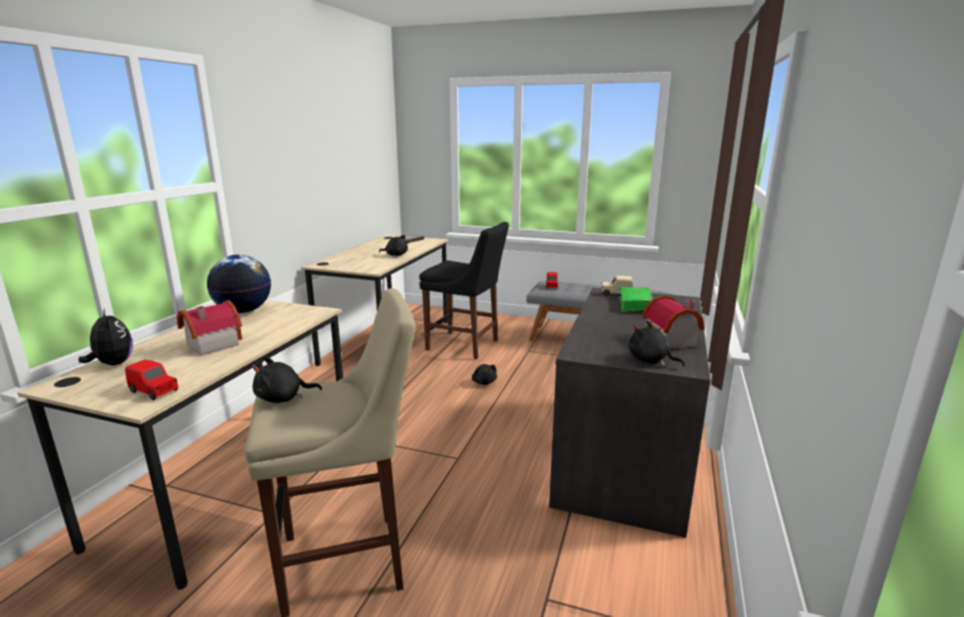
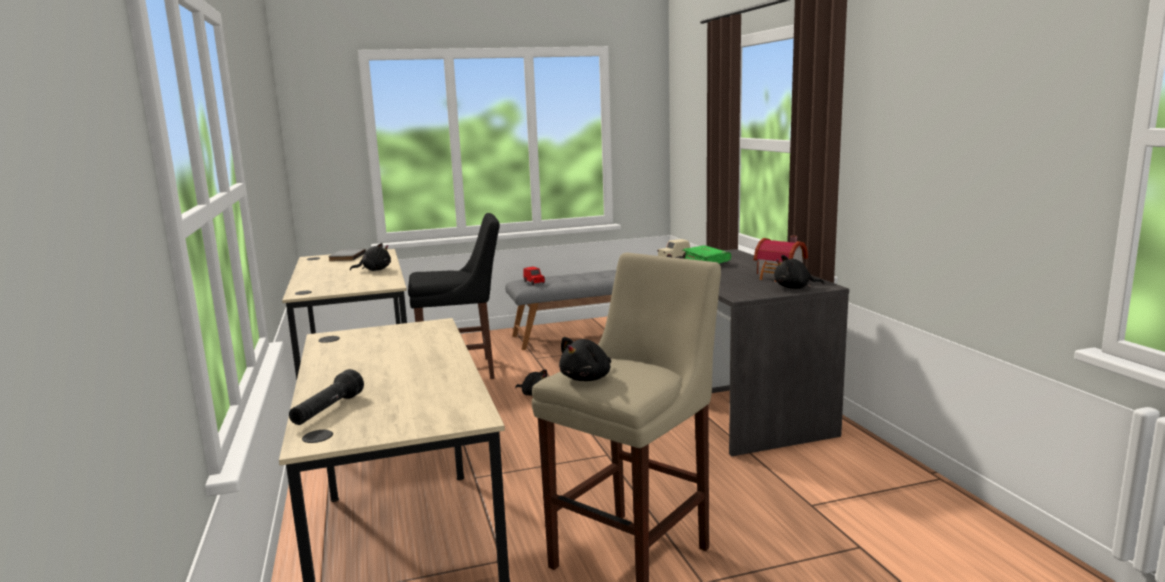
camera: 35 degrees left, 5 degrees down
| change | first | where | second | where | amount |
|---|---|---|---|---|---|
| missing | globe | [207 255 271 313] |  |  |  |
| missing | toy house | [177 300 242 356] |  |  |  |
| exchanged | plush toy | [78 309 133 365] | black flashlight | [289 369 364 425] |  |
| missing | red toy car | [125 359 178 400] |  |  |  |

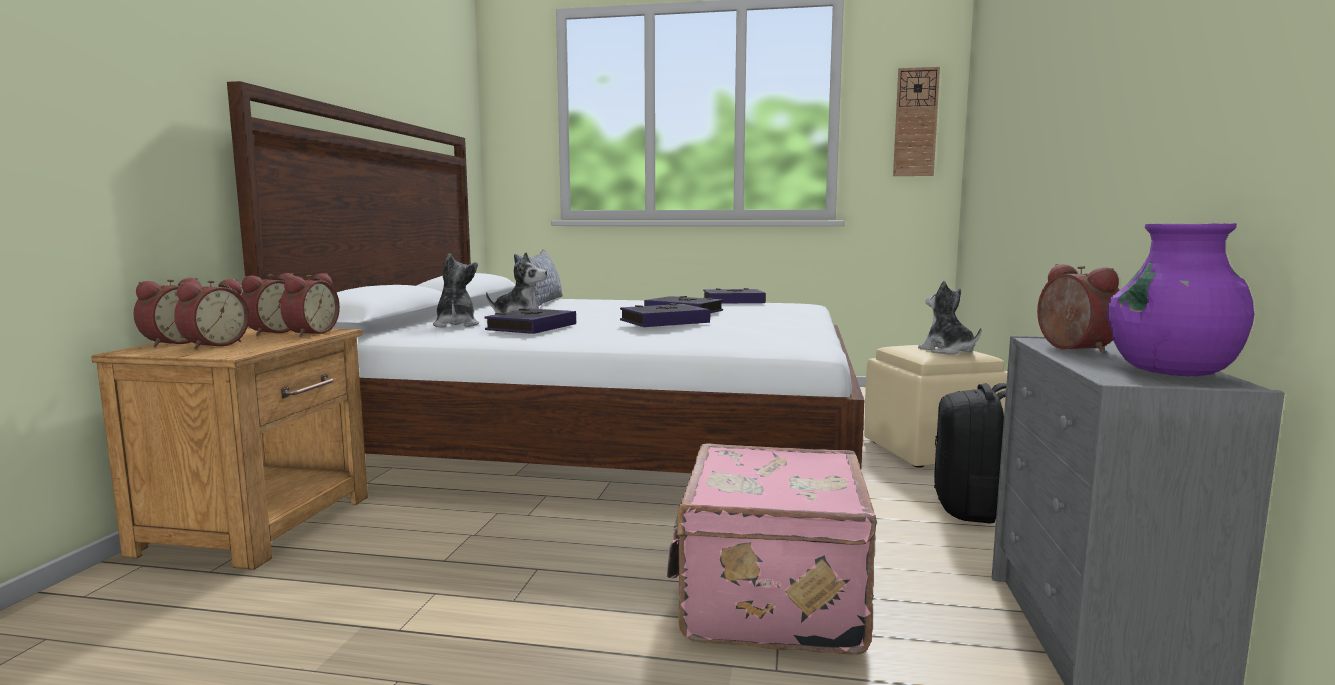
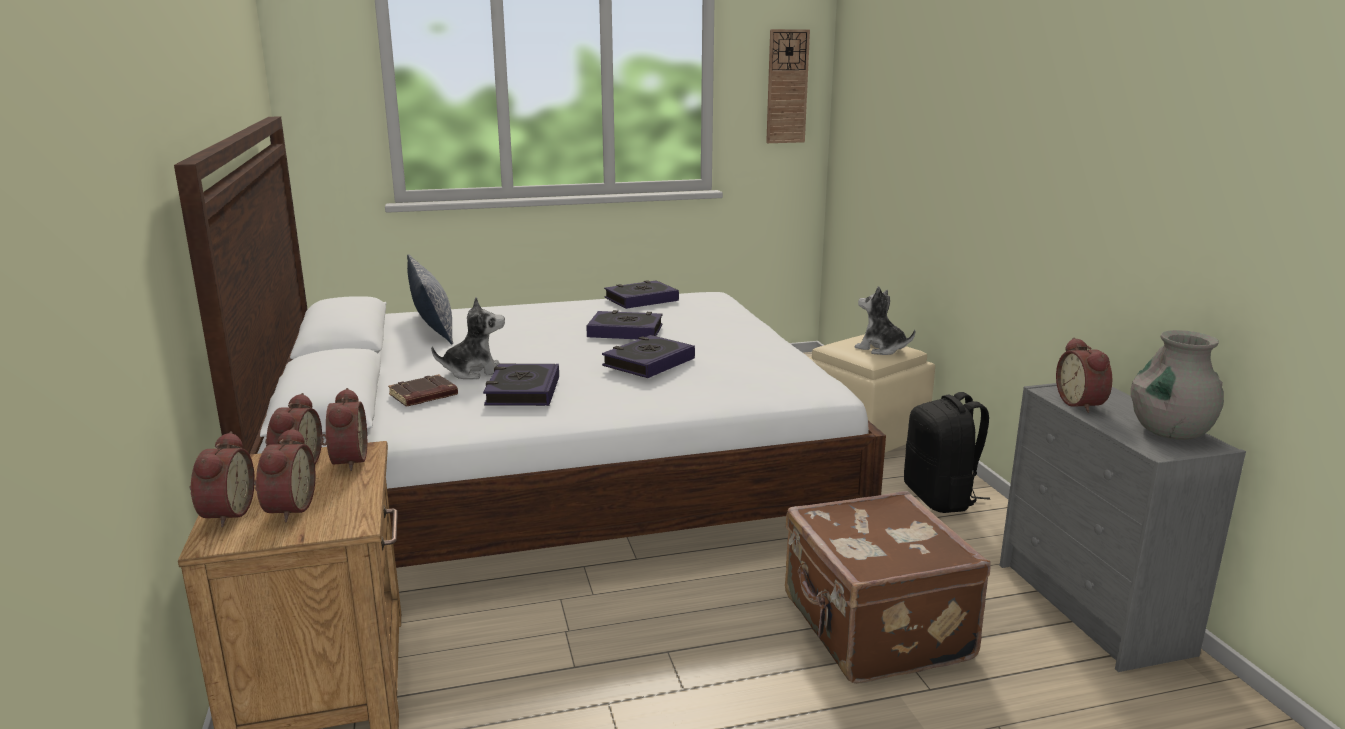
camera: 25 degrees left, 10 degrees up
| change | first | where | second | where | amount |
|---|---|---|---|---|---|
| colour | purple vase | [1106 223 1255 376] | grey vase | [1131 330 1224 440] |  |
| exchanged | plush toy | [433 253 479 328] | brown book | [388 374 458 406] |  |
| spun | alarm clock | [1037 264 1120 353] |  | [1056 338 1112 413] | 150 degrees counterclockwise |
| colour | pink suitcase | [667 444 877 655] | brown suitcase | [785 491 991 684] |  |

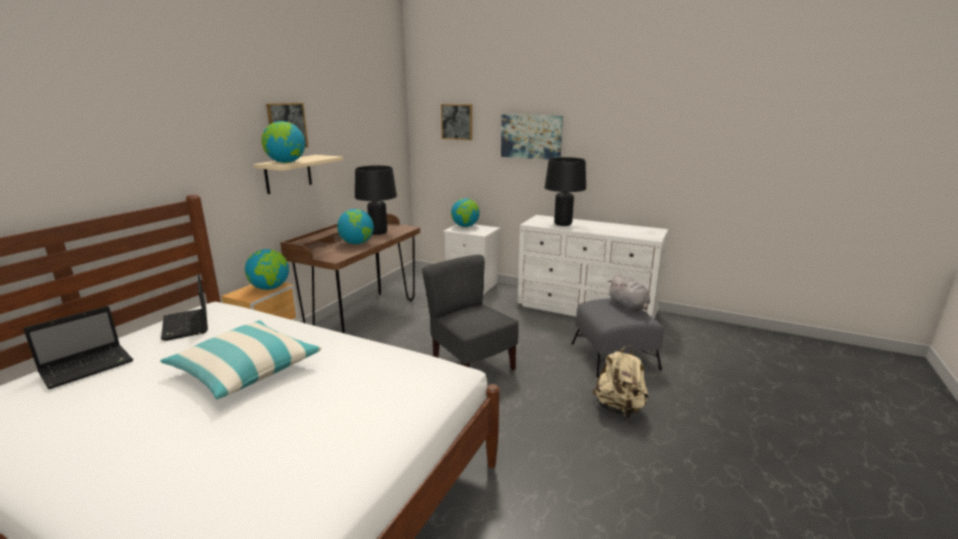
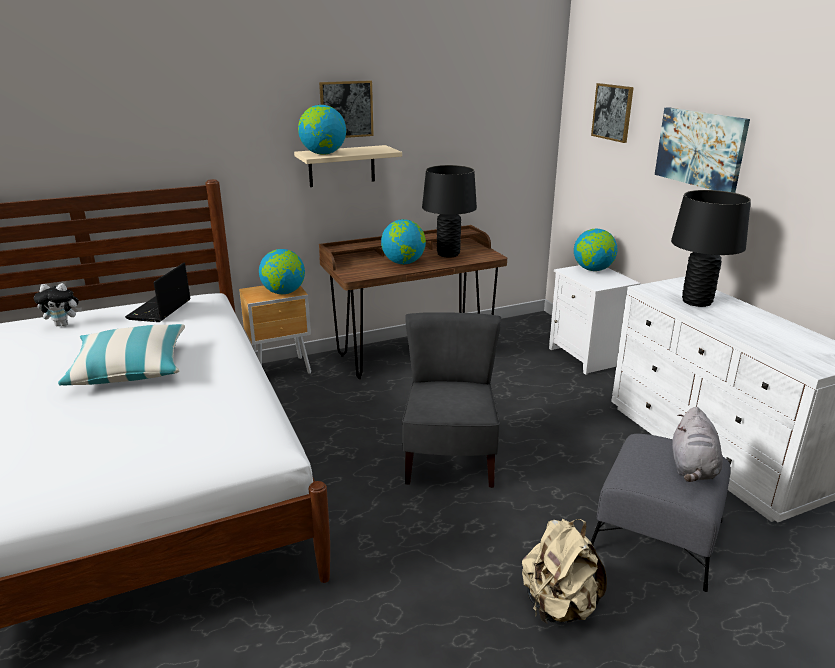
camera: 40 degrees right, 5 degrees up
| change | first | where | second | where | amount |
|---|---|---|---|---|---|
| exchanged | laptop | [23 306 134 389] | plush toy | [34 283 82 326] |  |

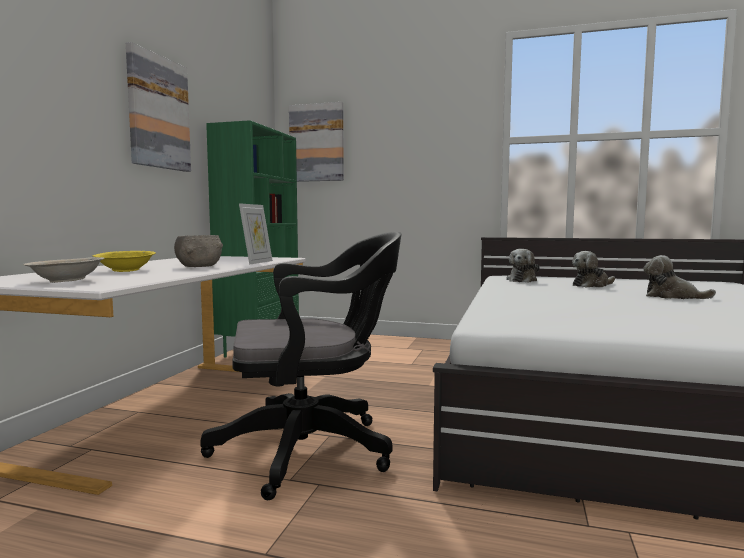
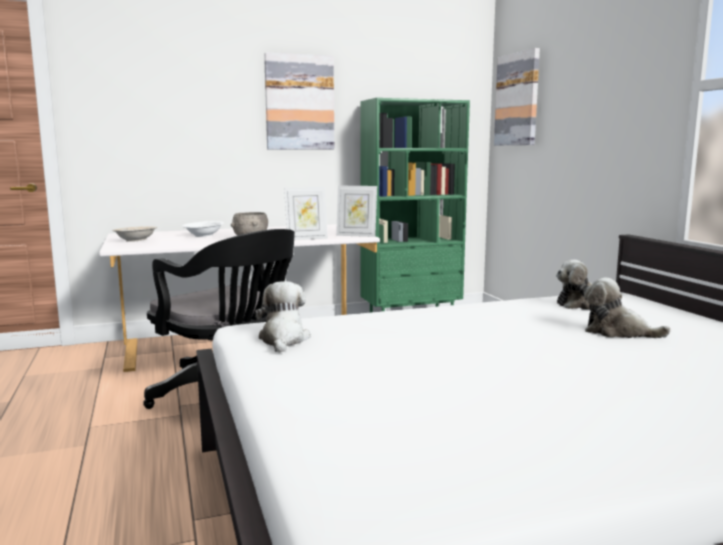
camera: 55 degrees right, 5 degrees up
| change | first | where | second | where | amount |
|---|---|---|---|---|---|
| colour | yellow bowl | [93 251 156 272] | white bowl | [182 221 224 237] |  |
| relocated | plush toy | [643 255 716 299] |  | [255 281 311 353] |  |
| appeared |  |  | picture frame | [336 186 377 237] |  |

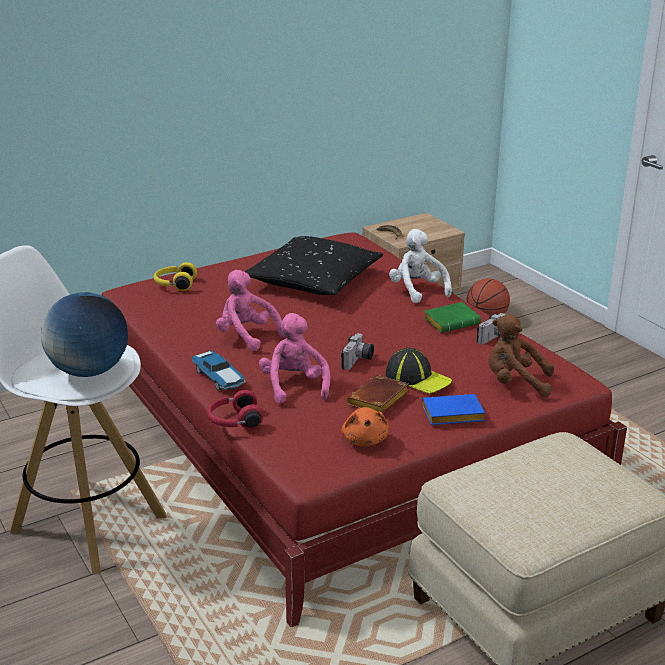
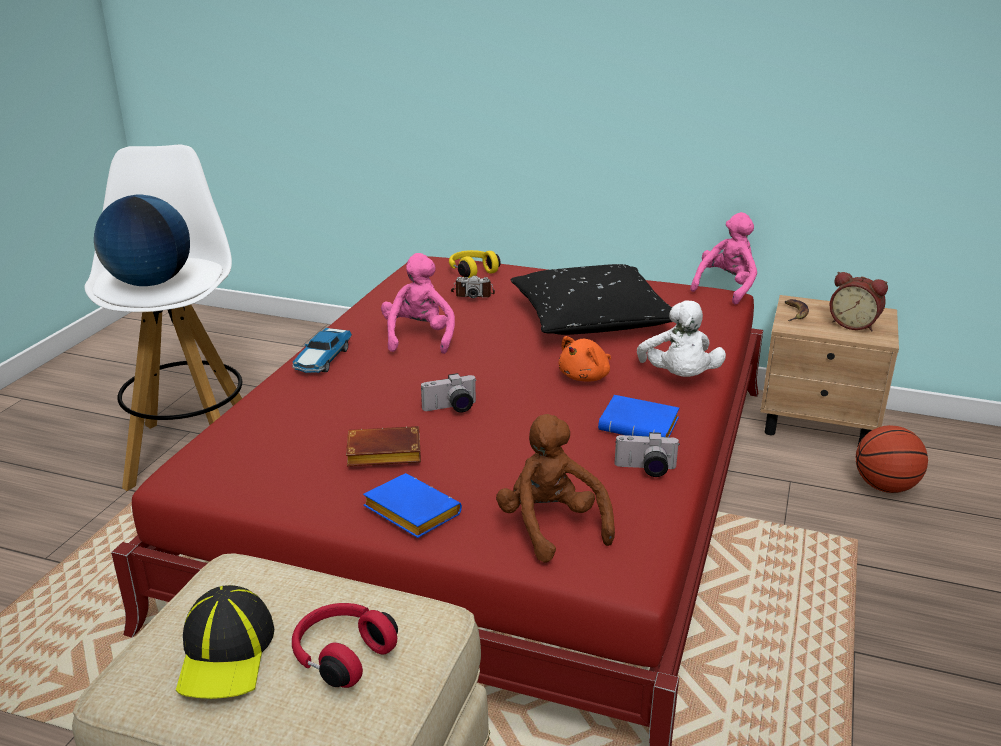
camera: 50 degrees right, 0 degrees up
| change | first | where | second | where | amount |
|---|---|---|---|---|---|
| spun | white plush toy | [389 229 452 303] |  | [637 300 726 377] | 150 degrees clockwise |
| colour | green book | [423 302 481 333] | blue book | [598 395 679 437] |  |
| relocated | pink plush toy | [259 313 330 404] |  | [690 212 757 305] |  |
| relocated | cap | [386 348 452 394] |  | [176 585 274 699] |  |
| relocated | red headphones | [207 390 263 429] |  | [292 603 398 688] |  |
| relocated | orange plush toy | [342 407 389 446] |  | [559 336 611 382] |  |
| appeared |  |  | alarm clock | [830 272 888 331] |  |
| appeared |  |  | photo camera | [451 275 495 298] |  |

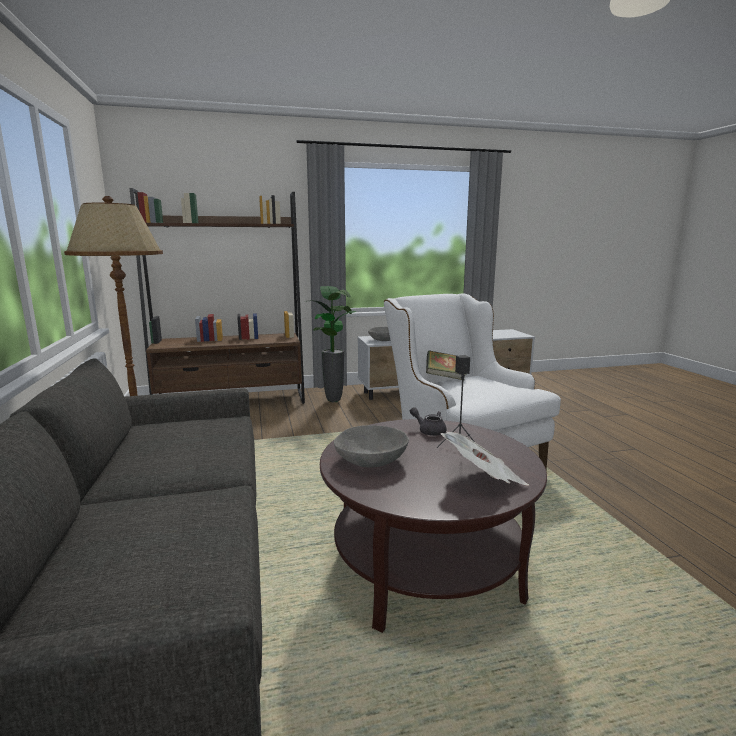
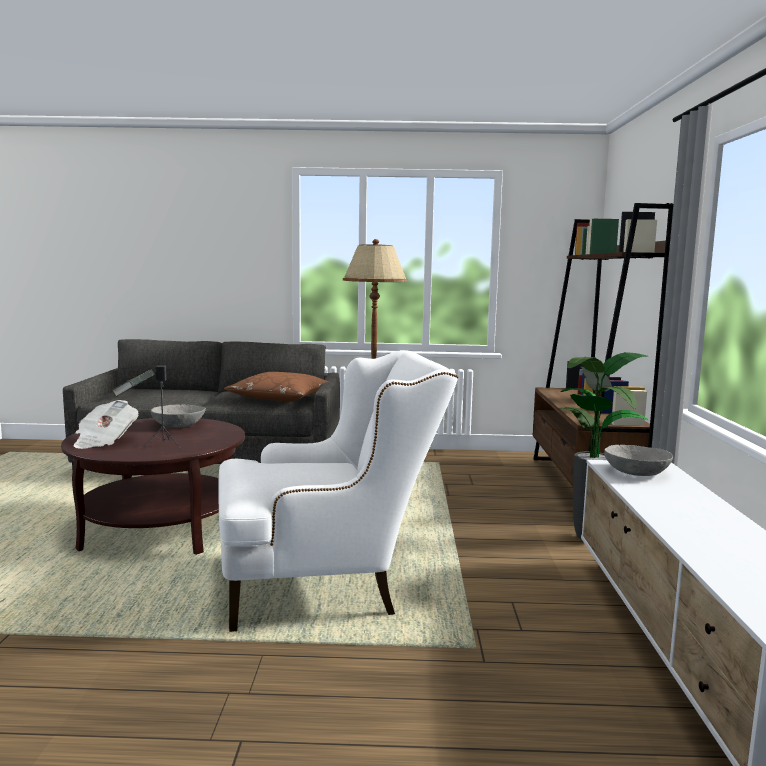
camera: 105 degrees right, 5 degrees down
| change | first | where | second | where | amount |
|---|---|---|---|---|---|
| relocated | book | [426 350 467 380] |  | [111 370 155 397] |  |
| missing | grey teapot | [410 407 446 436] |  |  |  |
| appeared |  |  | brown pillow | [224 372 329 401] |  |

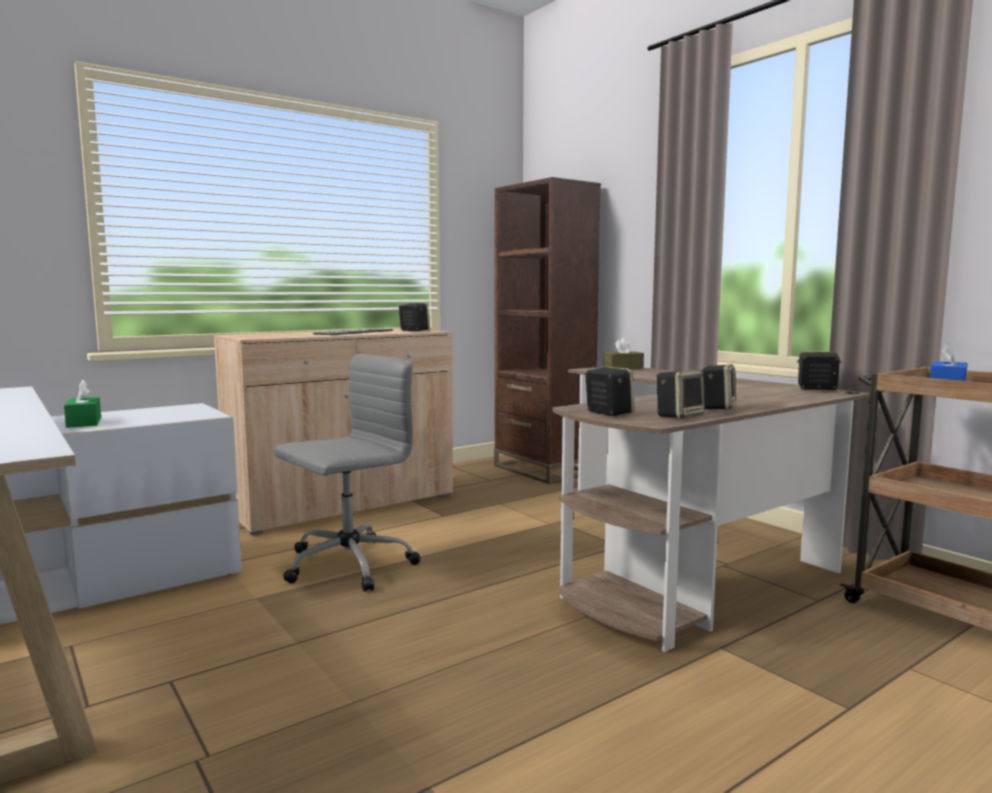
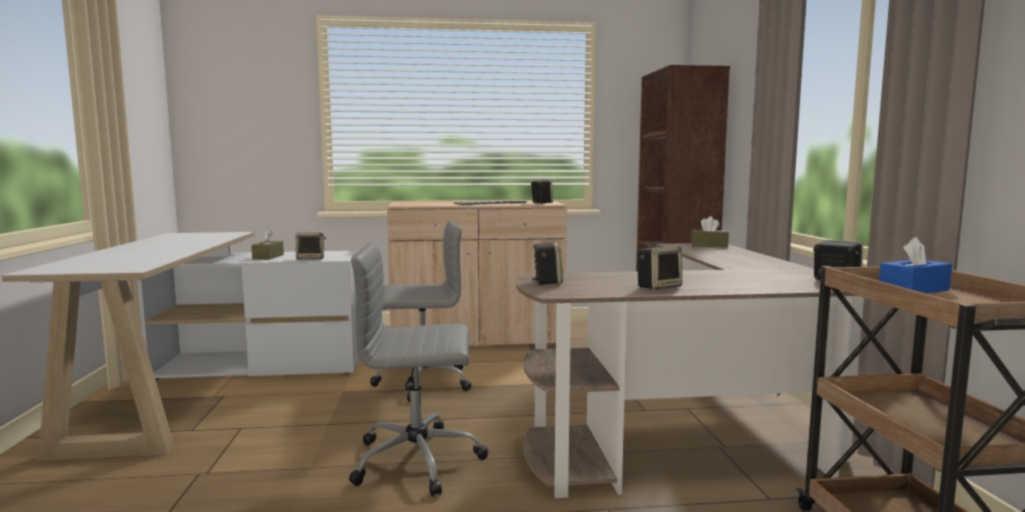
camera: 30 degrees right, 0 degrees up
| change | first | where | second | where | amount |
|---|---|---|---|---|---|
| relocated | speaker | [657 370 705 419] |  | [295 233 326 260] |  |
| colour | green tissue box | [64 380 101 428] | brown tissue box | [251 229 284 260] |  |
| appeared |  |  | grey office chair | [349 242 488 497] |  |

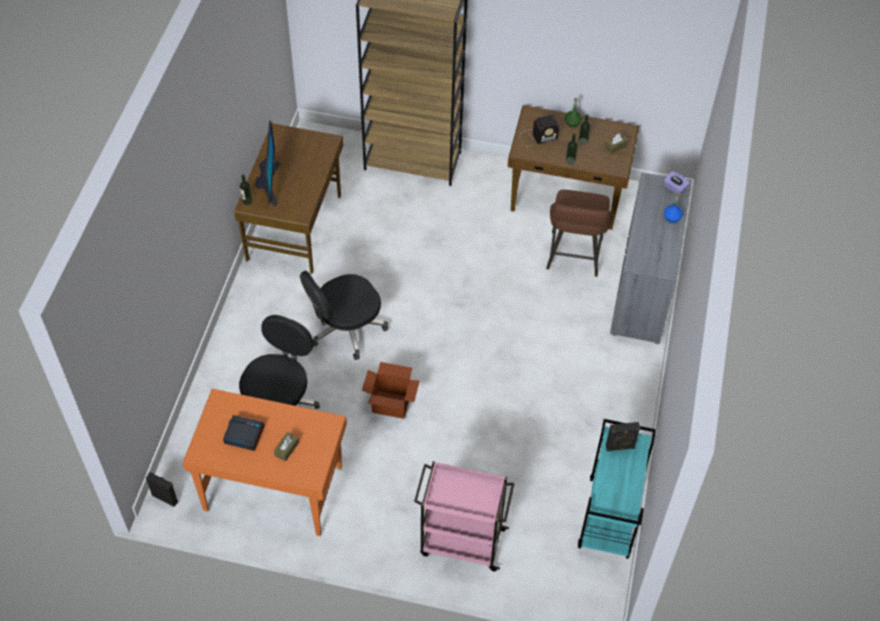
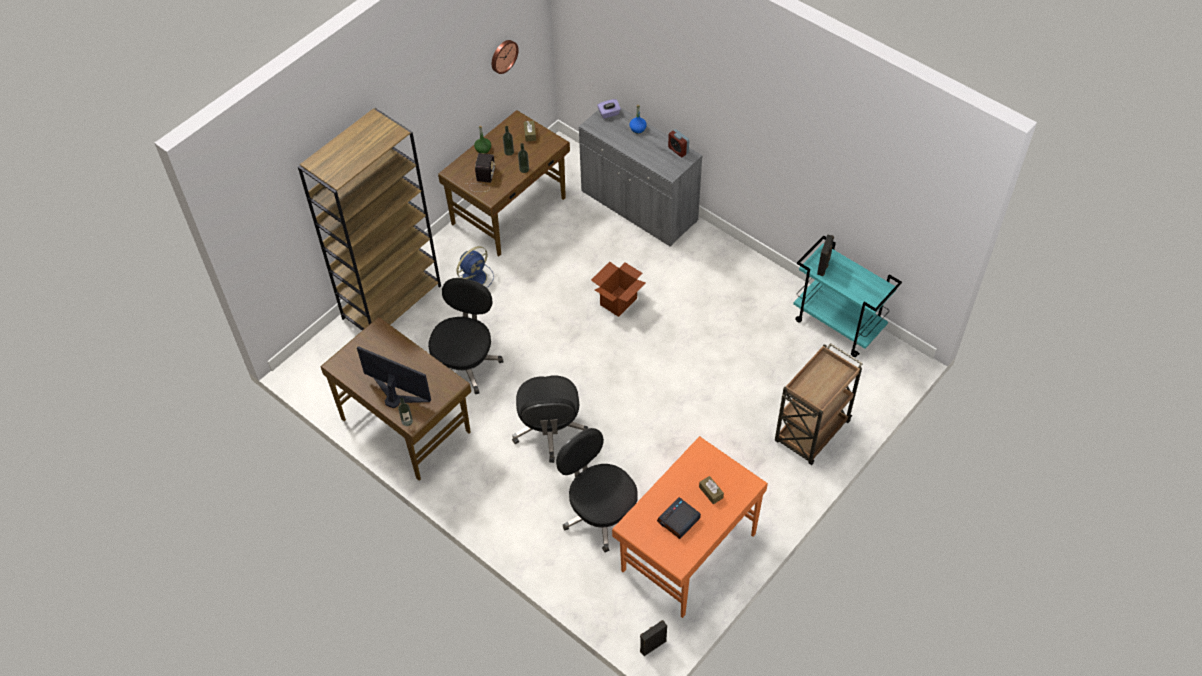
camera: 60 degrees left, 0 degrees up
| change | first | where | second | where | amount |
|---|---|---|---|---|---|
| missing | brown stool | [546 190 613 277] |  |  |  |
| relocated | cardboard box | [362 362 420 419] |  | [591 262 646 317] |  |
| colour | pink cart | [414 461 514 571] | brown cart | [775 343 863 465] |  |
| appeared |  |  | wall clock | [492 40 519 74] |  |
| appeared |  |  | alarm clock | [668 129 689 157] |  |
| appeared |  |  | blue fan | [456 246 494 288] |  |
| appeared |  |  | black office chair | [428 278 503 394] |  |

